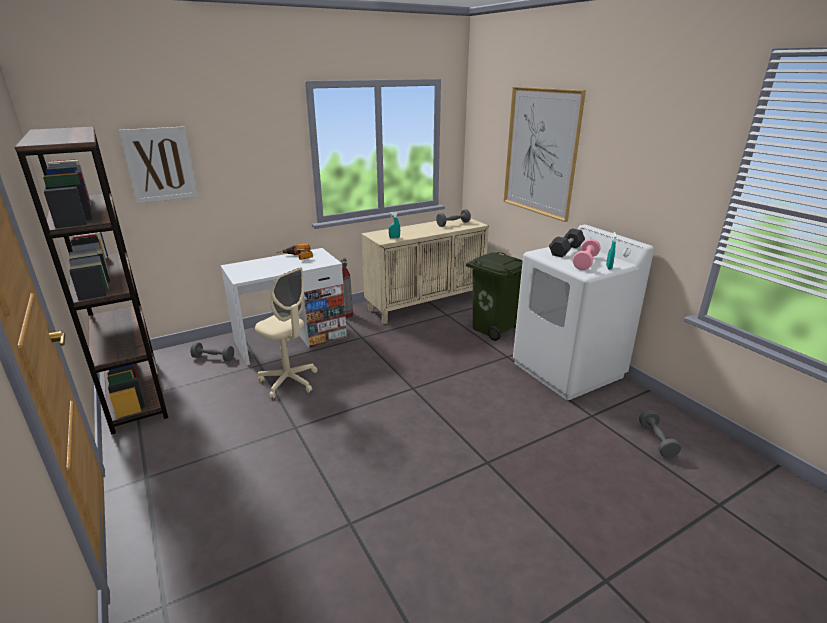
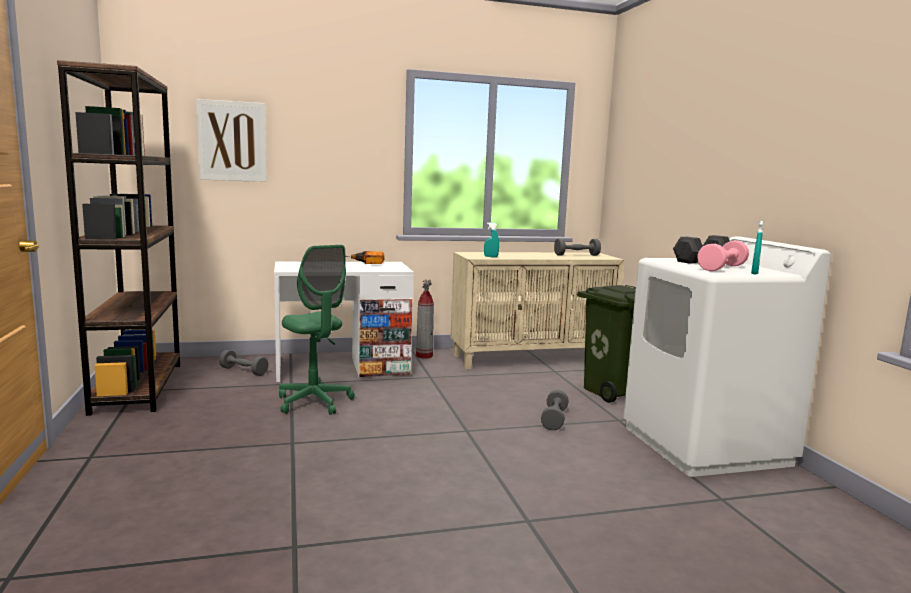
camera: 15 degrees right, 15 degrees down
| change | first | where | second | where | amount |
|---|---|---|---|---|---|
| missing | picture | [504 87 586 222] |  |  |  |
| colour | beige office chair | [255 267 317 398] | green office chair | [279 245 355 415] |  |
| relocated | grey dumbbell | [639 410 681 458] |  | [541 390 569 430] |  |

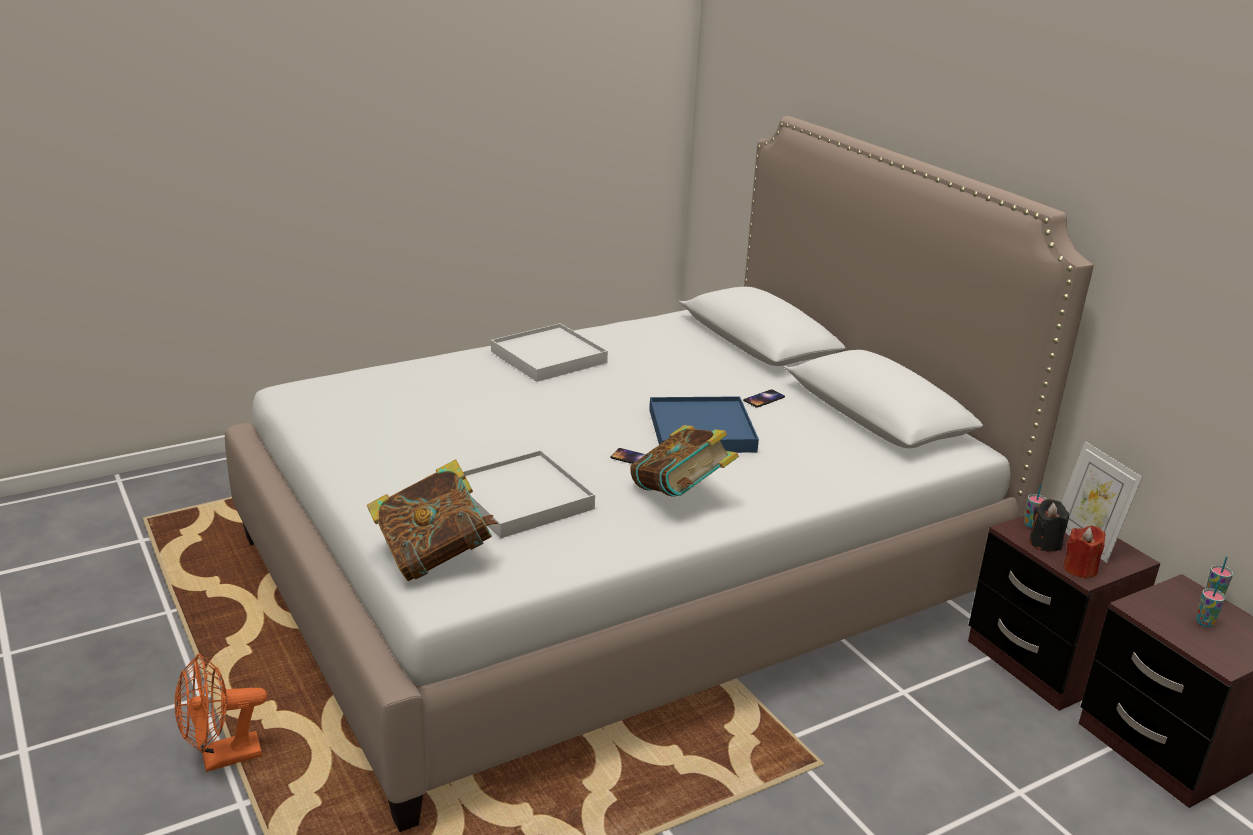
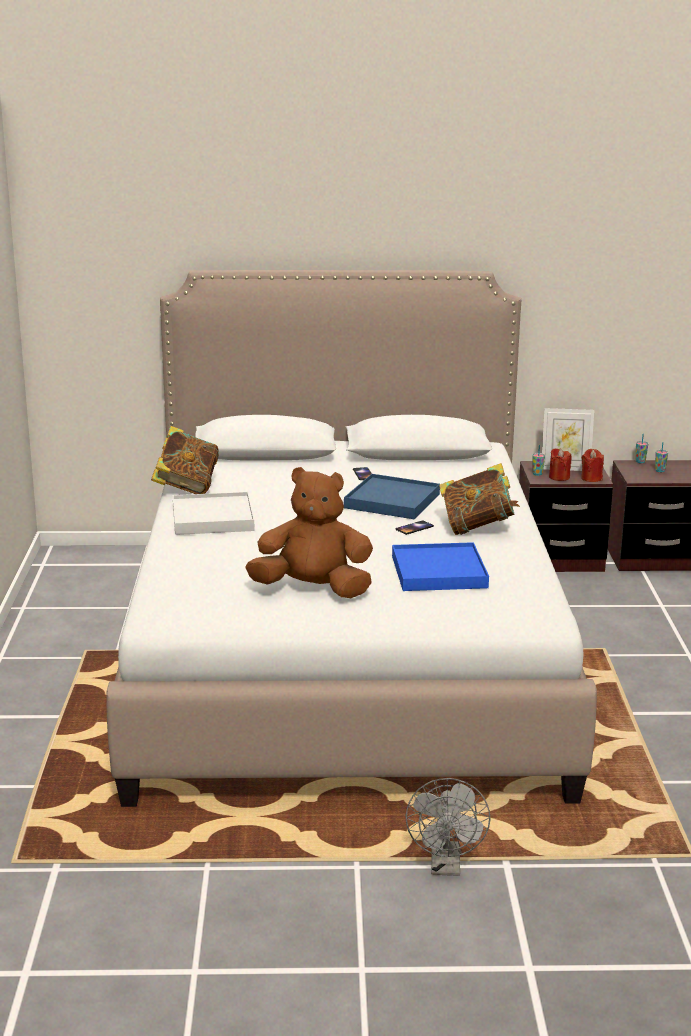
camera: 60 degrees left, 5 degrees down
| change | first | where | second | where | amount |
|---|---|---|---|---|---|
| colour | white tray | [463 450 595 539] | blue tray | [392 542 489 591] |  |
| relocated | book | [367 459 498 581] |  | [151 426 219 494] |  |
| colour | black candle | [1029 499 1069 552] | red candle | [549 448 572 481] |  |
| colour | orange fan | [175 654 267 772] | grey fan | [405 778 491 876] |  |
| appeared |  |  | brown plush toy | [245 467 373 598] |  |

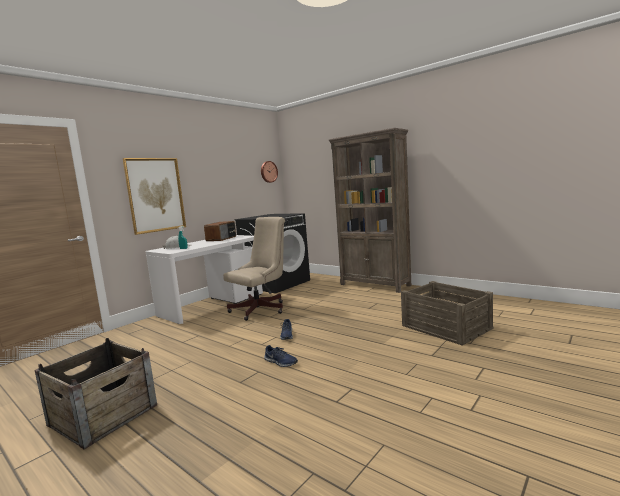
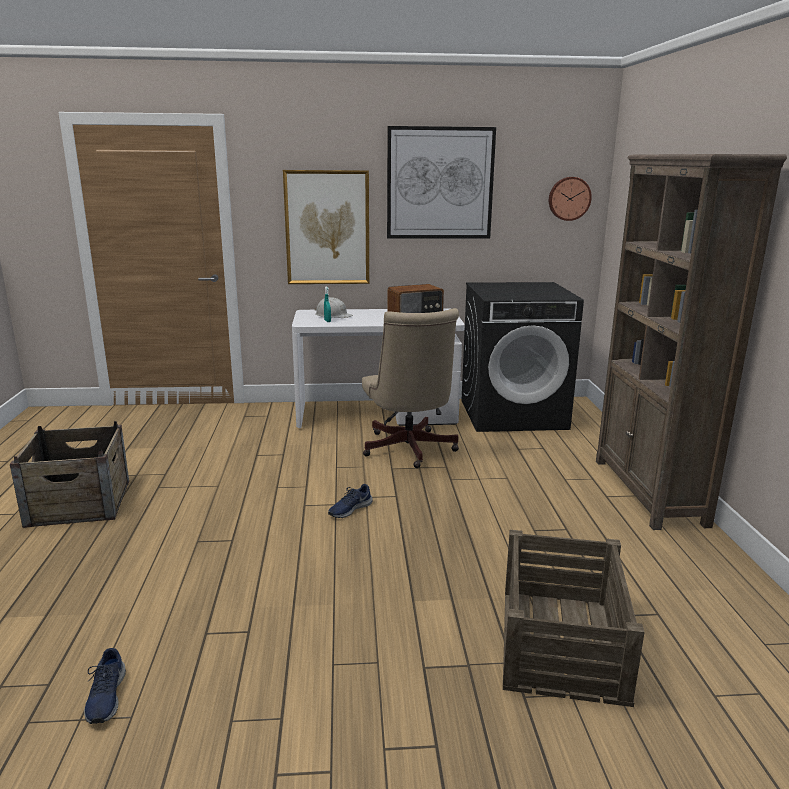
camera: 45 degrees right, 10 degrees up
| change | first | where | second | where | amount |
|---|---|---|---|---|---|
| spun | beige office chair | [223 217 285 321] |  | [362 308 459 468] | 75 degrees clockwise |
| relocated | blue shoe | [264 345 298 367] |  | [84 648 126 724] |  |
| appeared |  |  | picture | [387 126 496 239] |  |

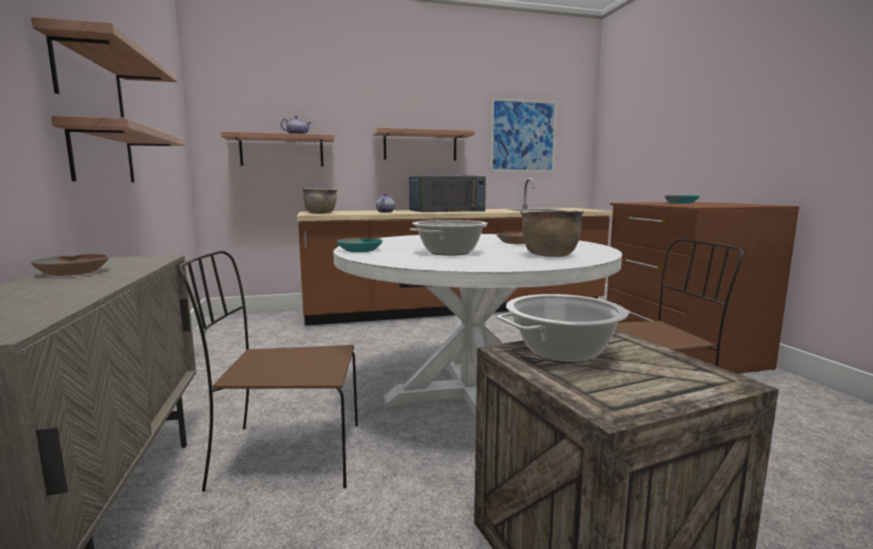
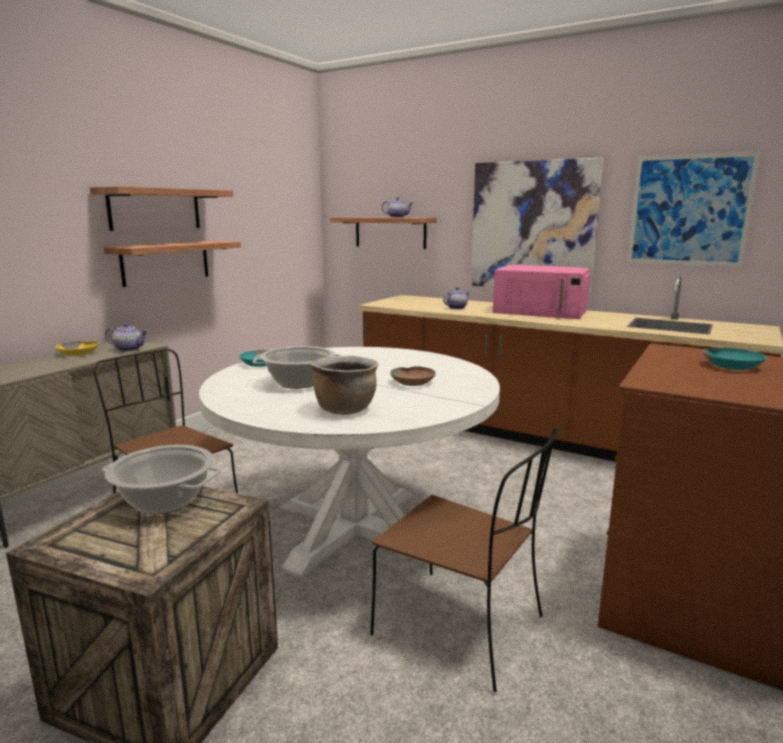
camera: 45 degrees right, 5 degrees up
| change | first | where | second | where | amount |
|---|---|---|---|---|---|
| exchanged | shelf | [373 128 474 161] | picture | [471 158 603 294] |  |
| colour | blue microwave | [409 175 486 212] | pink microwave | [493 265 590 319] |  |
| missing | brown cooking pot | [302 187 337 214] |  |  |  |
| colour | brown bowl | [31 254 109 276] | yellow bowl | [55 341 99 356] |  |
| appeared |  |  | teapot | [105 323 149 351] |  |

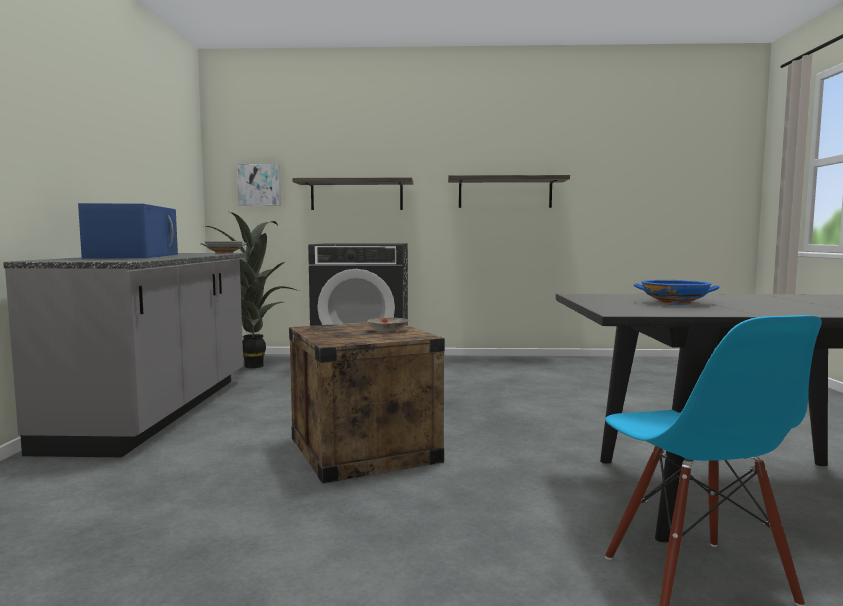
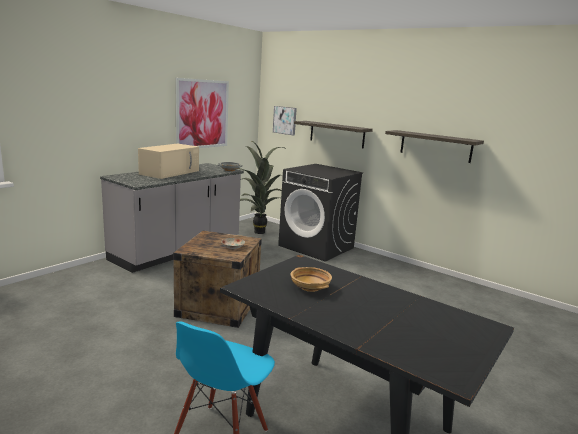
camera: 35 degrees right, 10 degrees up
| change | first | where | second | where | amount |
|---|---|---|---|---|---|
| colour | blue microwave | [78 203 178 259] | beige microwave | [138 144 199 179] |  |
| colour | blue bowl | [634 280 719 305] | beige bowl | [291 267 332 292] |  |
| appeared |  |  | picture | [176 78 229 148] |  |

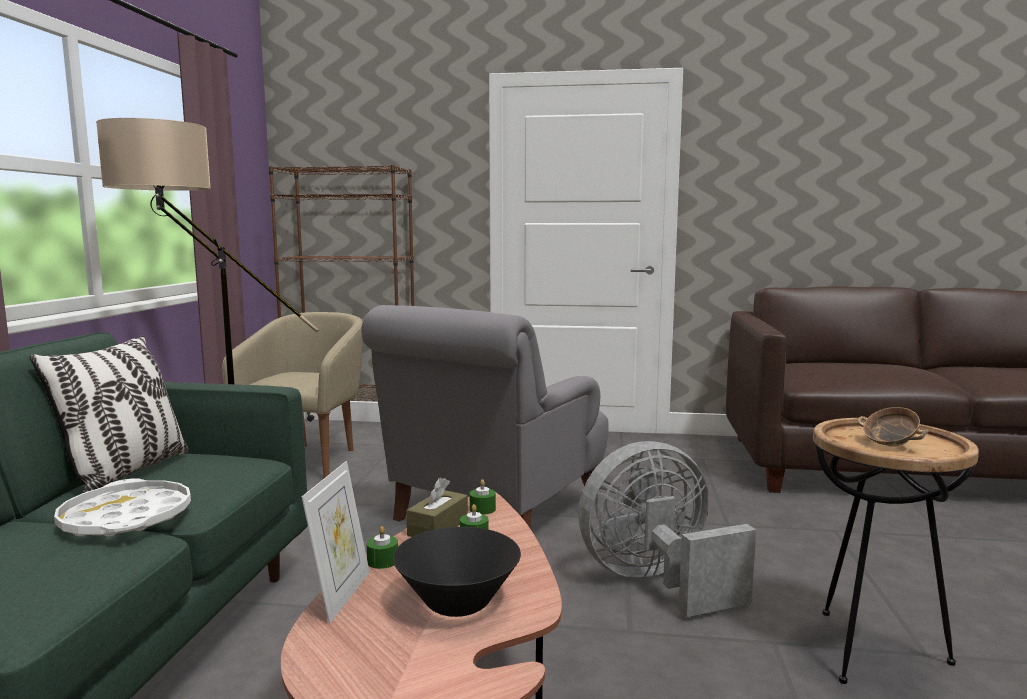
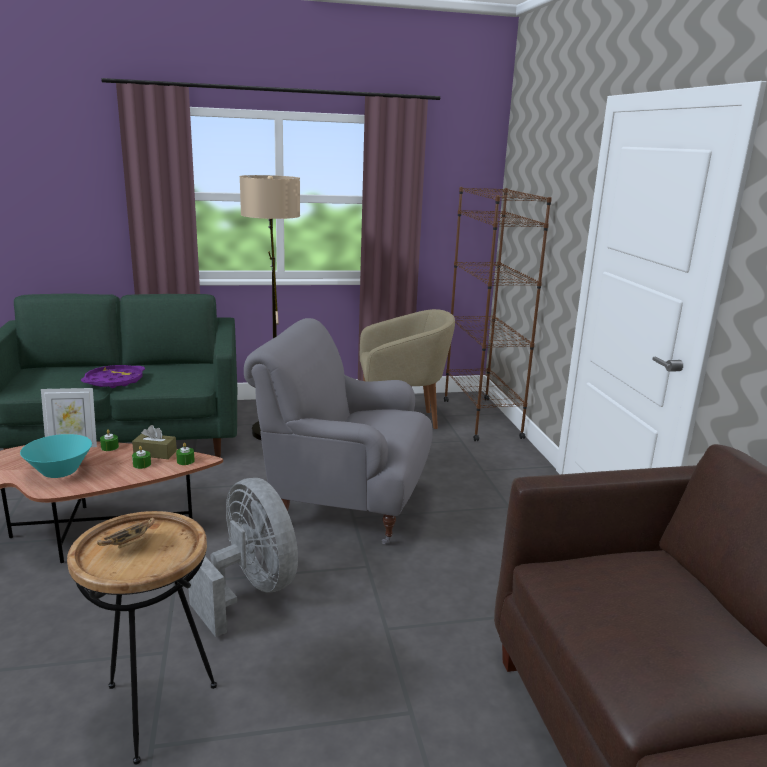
camera: 70 degrees right, 10 degrees up
| change | first | where | second | where | amount |
|---|---|---|---|---|---|
| missing | pillow | [30 335 189 493] |  |  |  |
| colour | white tray | [54 478 191 537] | purple tray | [81 365 145 388] |  |
| colour | black bowl | [393 527 521 617] | turquoise bowl | [20 434 92 478] |  |

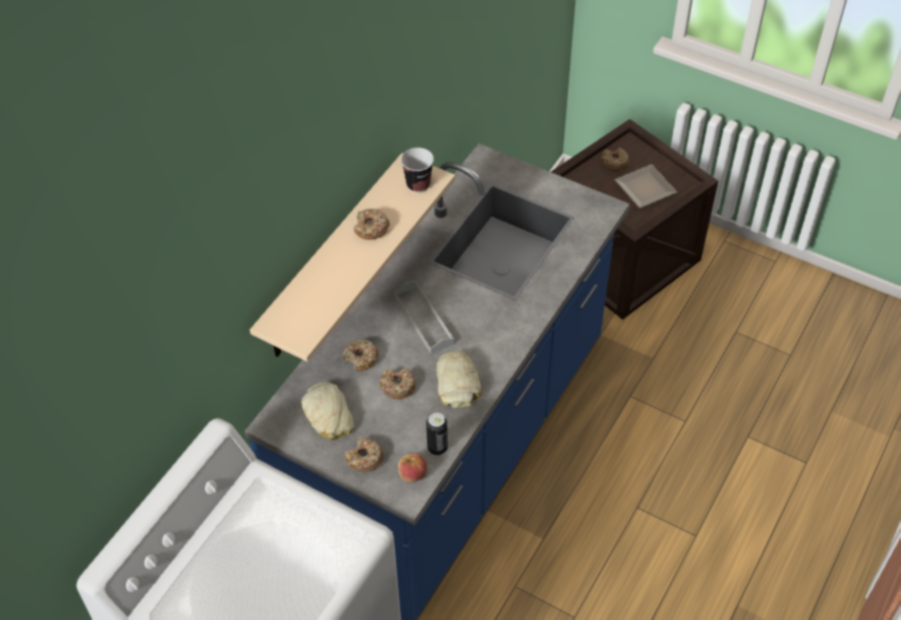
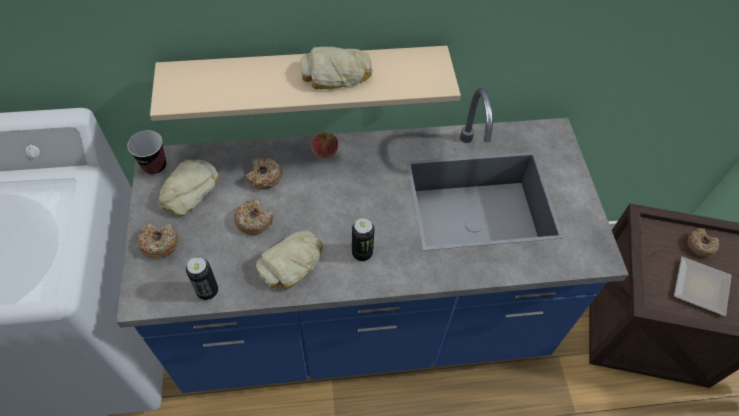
camera: 50 degrees right, 5 degrees up
| change | first | where | second | where | amount |
|---|---|---|---|---|---|
| relocated | cup | [401 148 434 193] |  | [127 130 166 175] |  |
| exchanged | donut | [354 209 390 240] | bread | [301 47 373 89] |  |
| missing | grey tray | [393 281 455 354] |  |  |  |
| relocated | apple | [398 453 427 483] |  | [311 132 338 159] |  |
| appeared |  |  | can | [352 218 375 261] |  |

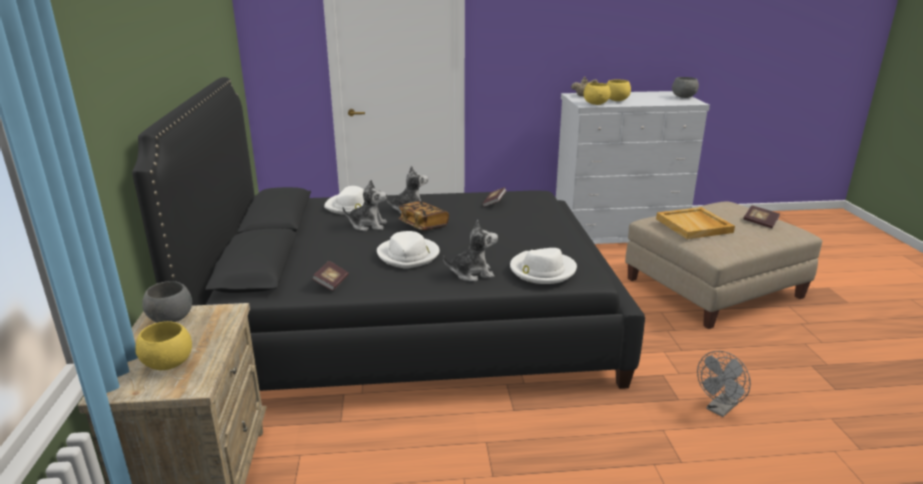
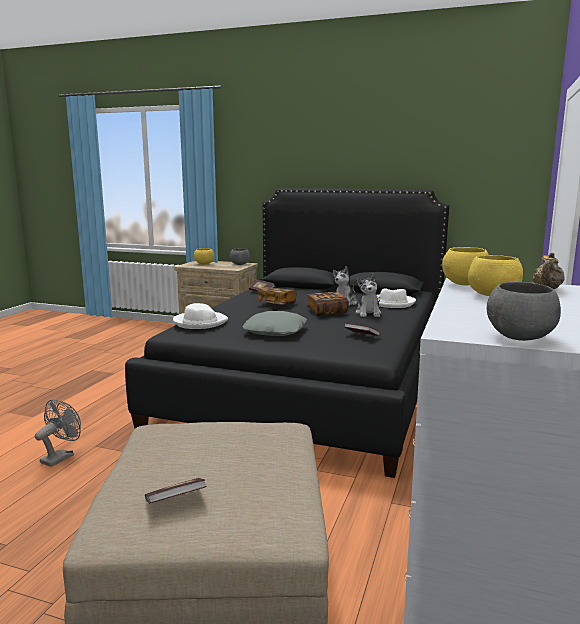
camera: 115 degrees right, 10 degrees down
| change | first | where | second | where | amount |
|---|---|---|---|---|---|
| missing | beige tray | [656 207 735 239] |  |  |  |
| missing | plush toy | [443 220 498 281] |  |  |  |
| exchanged | white hat | [377 231 440 269] | book | [256 287 297 305] |  |
| spun | grey fan | [697 351 751 417] |  | [35 399 81 467] | 45 degrees clockwise |
| appeared |  |  | grey pillow | [242 311 307 336] |  |

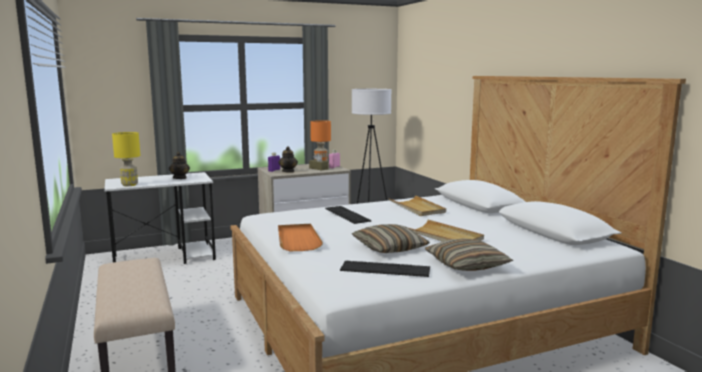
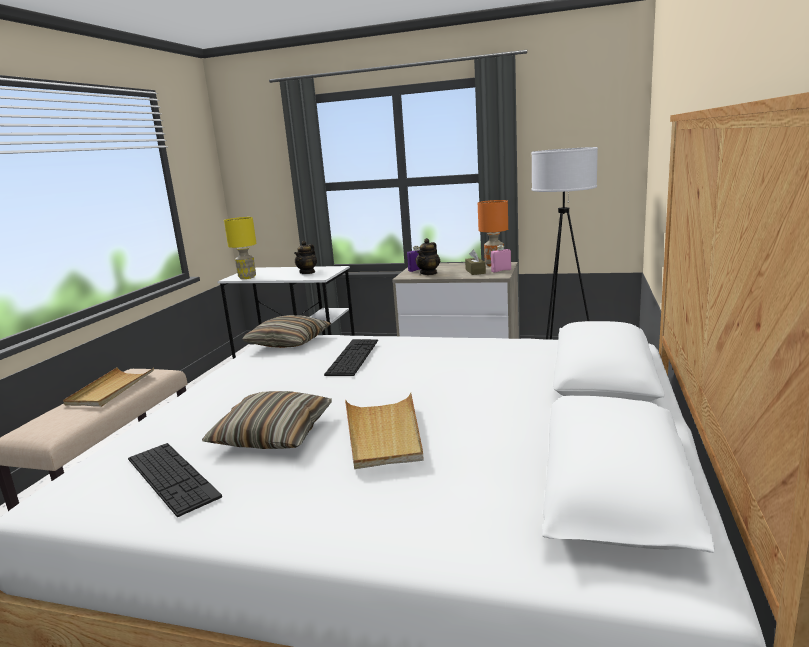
camera: 40 degrees right, 5 degrees up
| change | first | where | second | where | amount |
|---|---|---|---|---|---|
| relocated | beige tray | [389 195 446 216] |  | [63 367 154 407] |  |
| missing | orange tray | [278 224 323 251] |  |  |  |
| relocated | pillow | [425 239 513 271] |  | [242 315 332 348] |  |

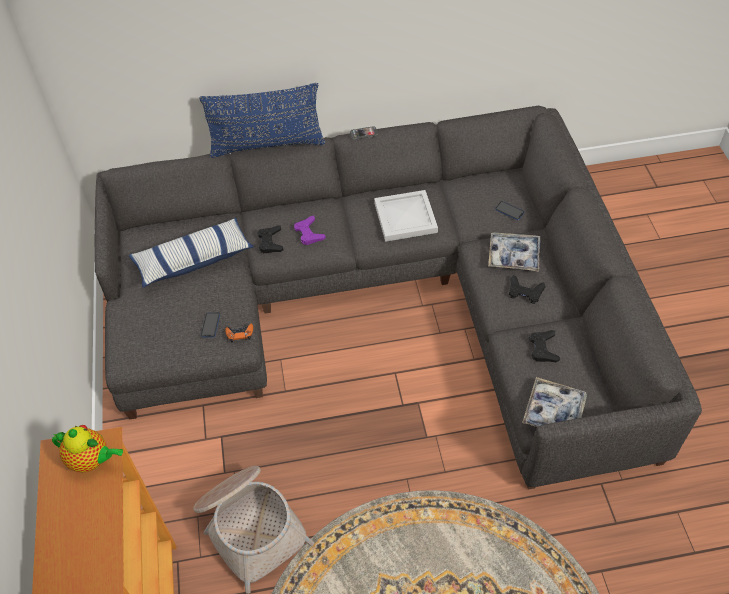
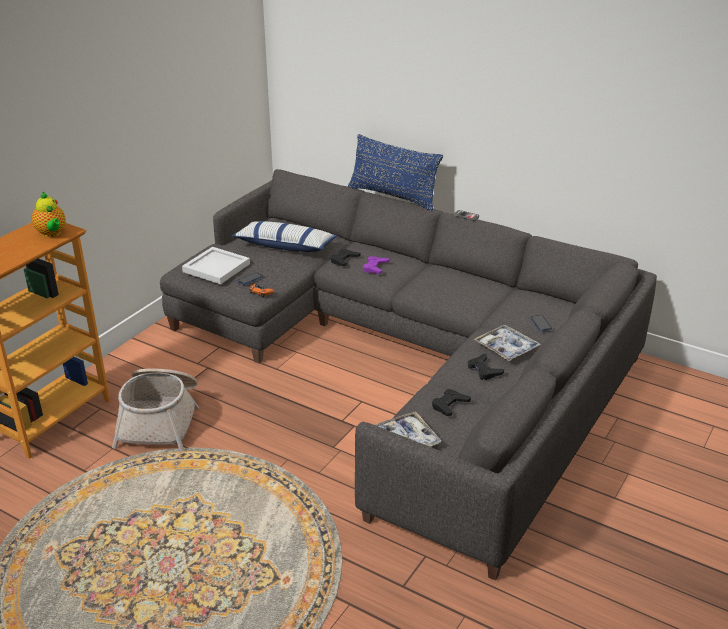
camera: 40 degrees right, 20 degrees down
| change | first | where | second | where | amount |
|---|---|---|---|---|---|
| relocated | white tray | [374 190 438 242] |  | [182 247 250 284] |  |

